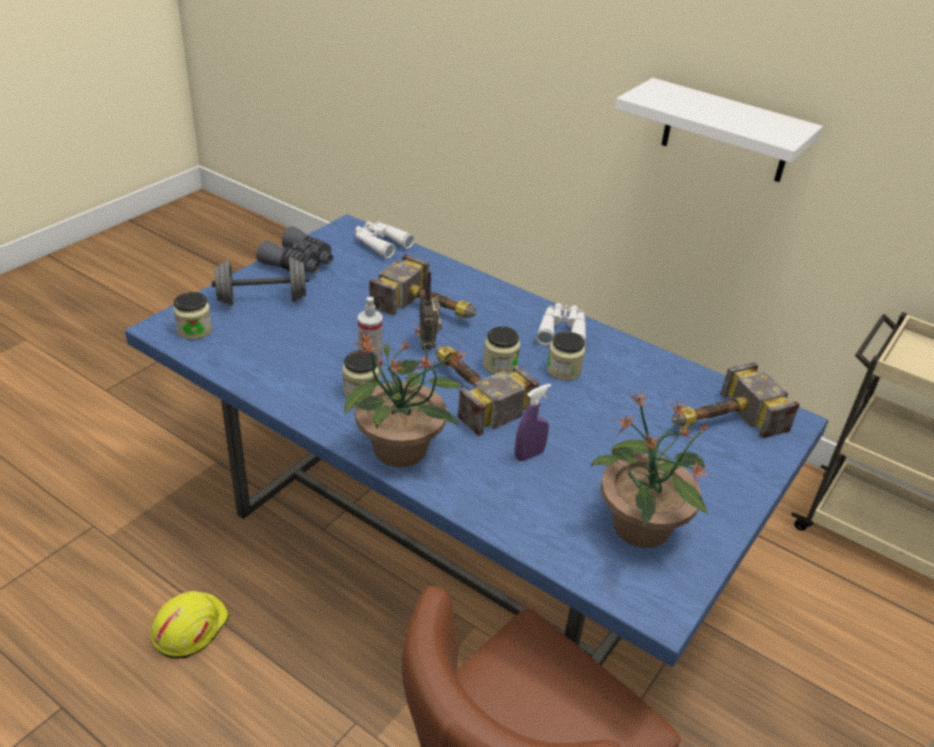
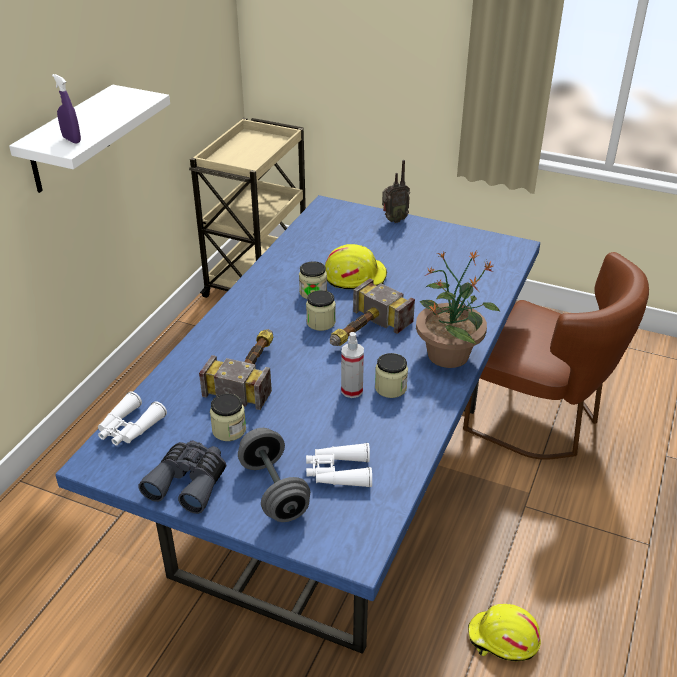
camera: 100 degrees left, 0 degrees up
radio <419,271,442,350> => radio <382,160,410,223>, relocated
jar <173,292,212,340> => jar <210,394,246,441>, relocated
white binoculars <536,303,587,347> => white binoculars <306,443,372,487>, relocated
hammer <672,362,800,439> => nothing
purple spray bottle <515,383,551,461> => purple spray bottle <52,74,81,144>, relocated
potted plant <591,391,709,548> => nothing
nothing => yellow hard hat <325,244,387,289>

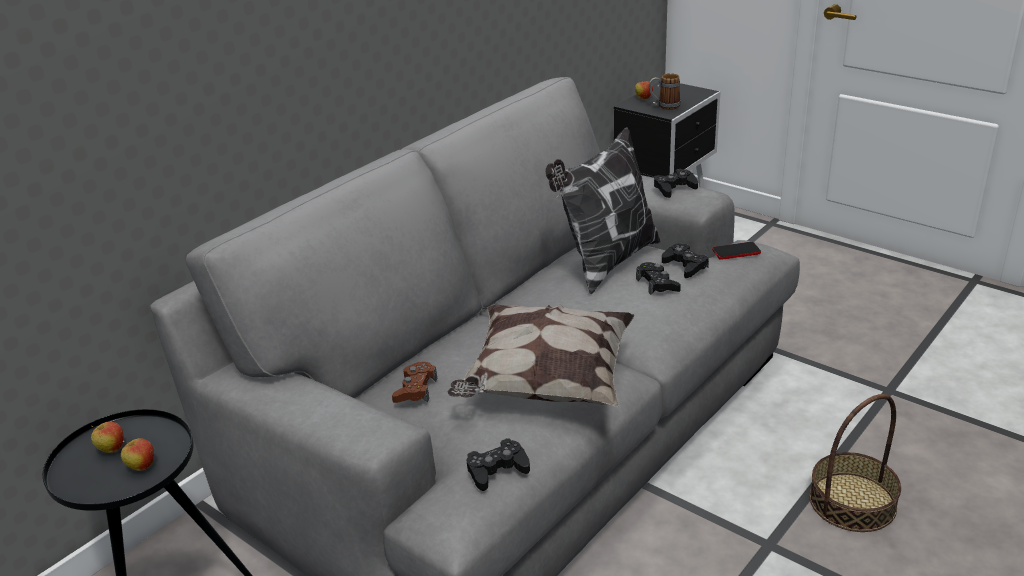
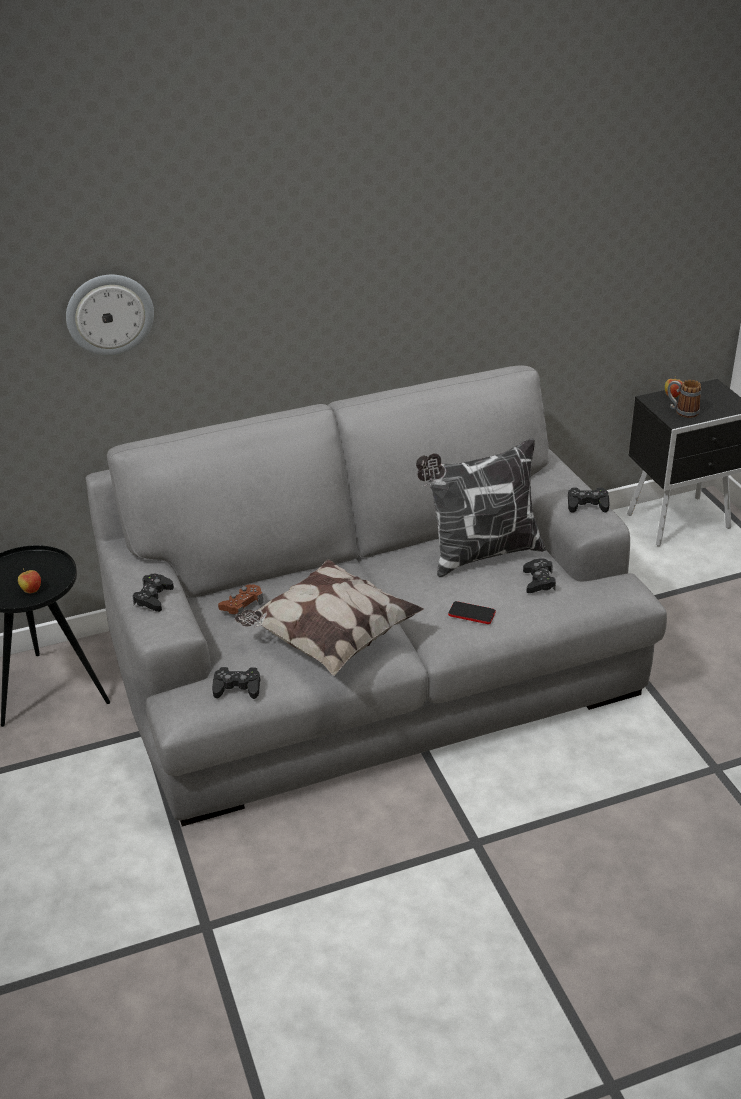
camera: 30 degrees right, 5 degrees up
phone <712,242,761,260> => phone <448,601,496,624>, relocated
black game controller <636,262,681,295> => black game controller <132,574,174,612>, relocated
basket <809,394,901,532> => nothing
apple <91,422,124,453> => nothing
nothing => wall clock <66,275,154,356>

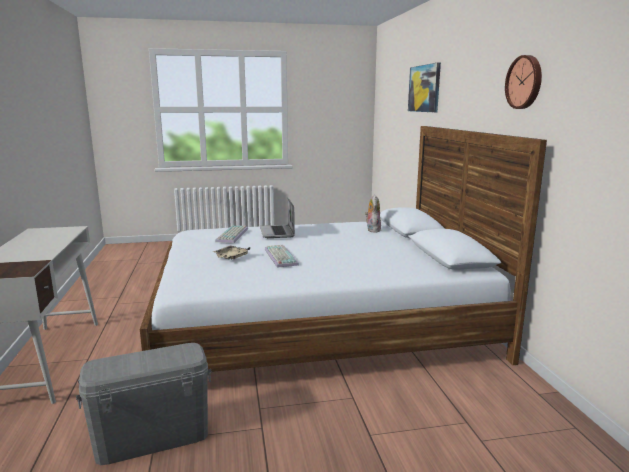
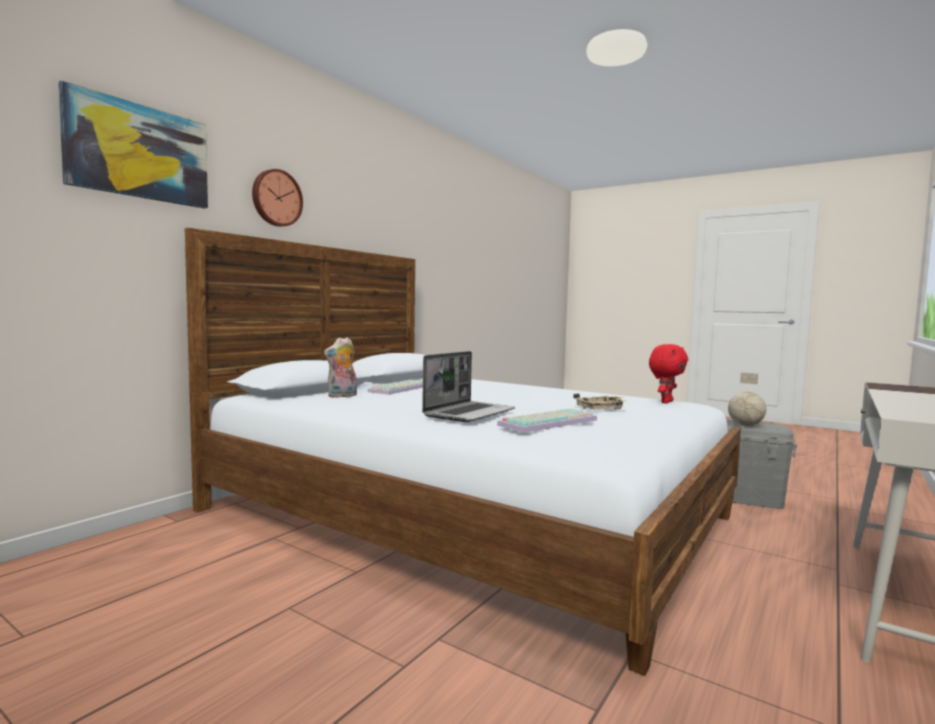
camera: 135 degrees left, 10 degrees down
wall clock <505,55,542,109> => wall clock <252,169,303,227>, relocated
keyboard <265,245,299,268> => keyboard <367,379,423,395>, relocated
nothing => red plush toy <649,344,688,403>
nothing => globe <728,372,766,426>

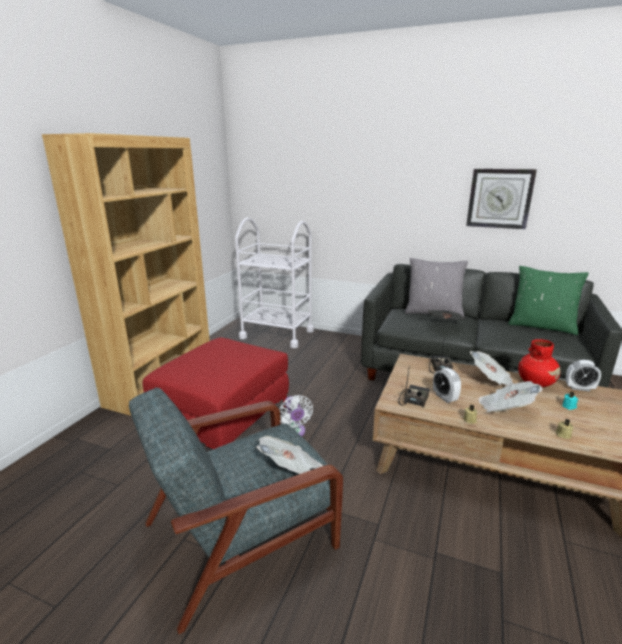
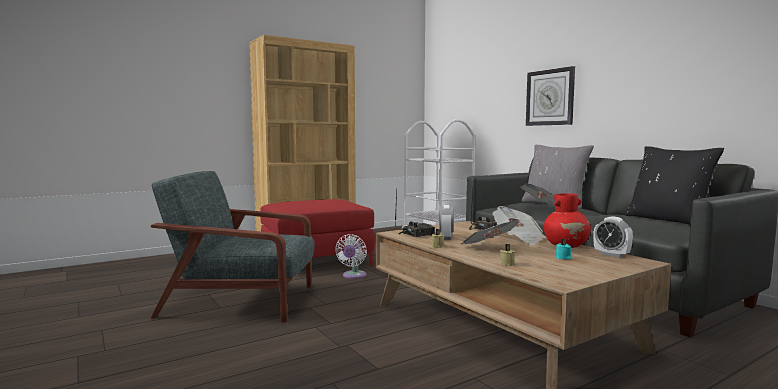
camera: 35 degrees right, 15 degrees down
wall clock <466,169,537,229> => wall clock <526,66,575,126>, relocated
green pillow <508,266,589,335> => black pillow <625,146,724,225>
newspaper <256,436,323,474> => nothing

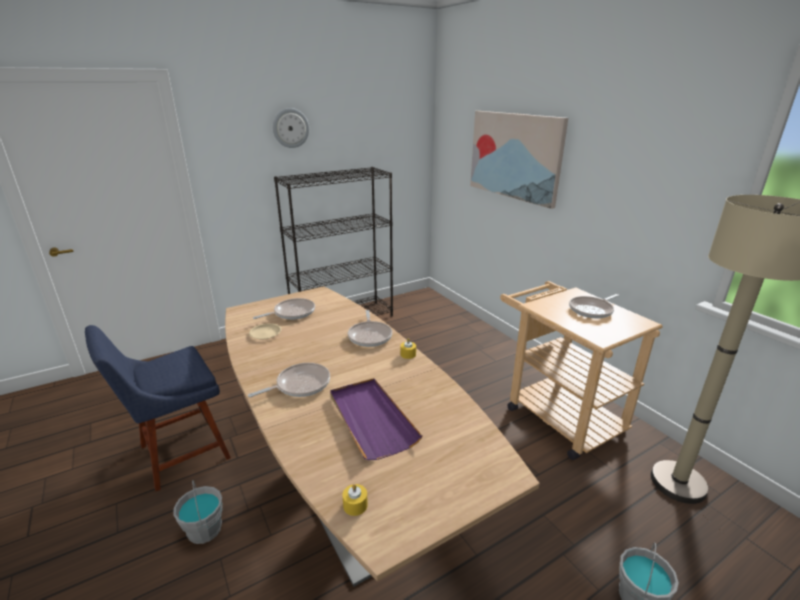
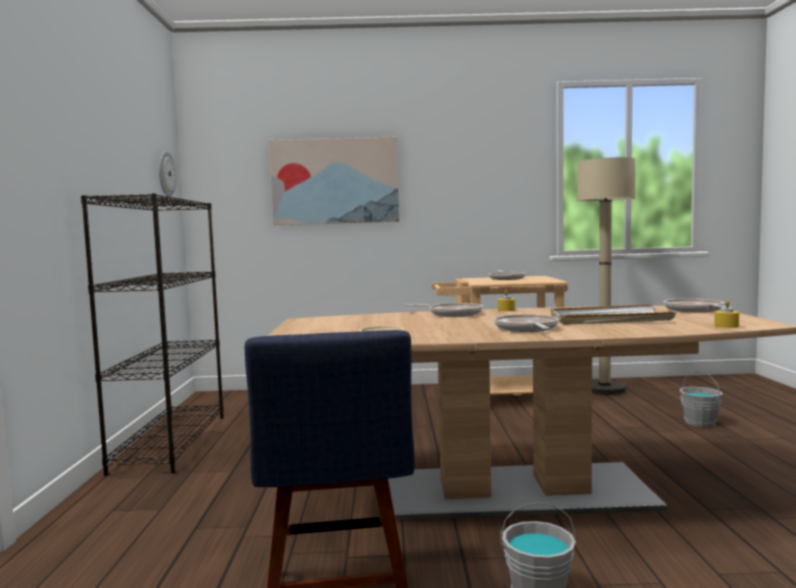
camera: 60 degrees left, 20 degrees down
wall clock <273,108,309,148> => wall clock <159,151,176,197>, relocated
frying pan <253,298,315,320> => frying pan <664,298,733,313>, relocated
purple tray <330,378,422,460> => white tray <551,305,676,325>

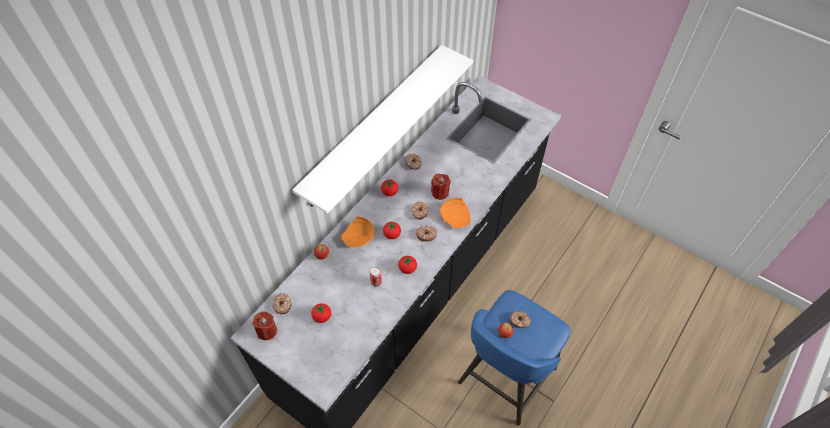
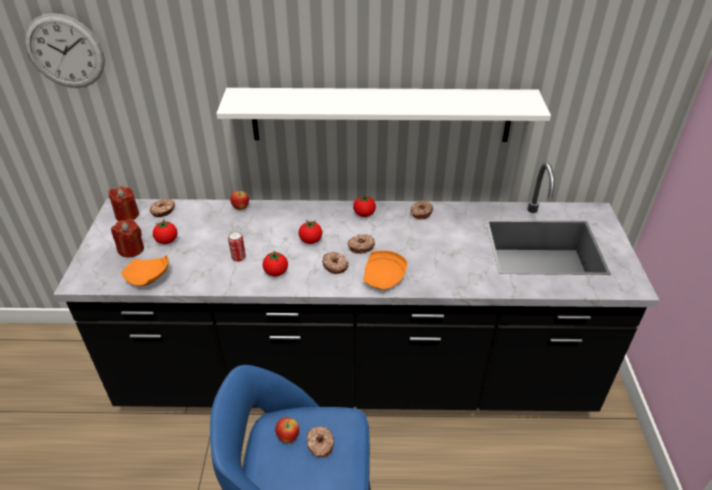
camera: 55 degrees right, 15 degrees down
red candle <431,173,451,200> => red candle <111,219,144,257>, relocated
orange plate <341,217,374,248> => orange plate <122,255,169,286>, relocated
nothing => wall clock <24,13,105,88>

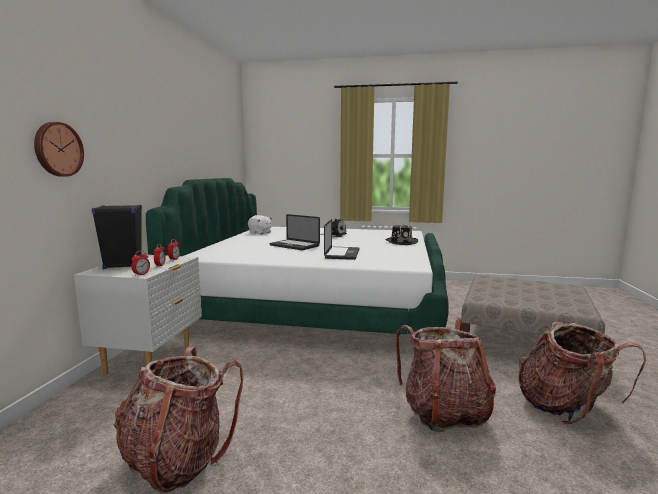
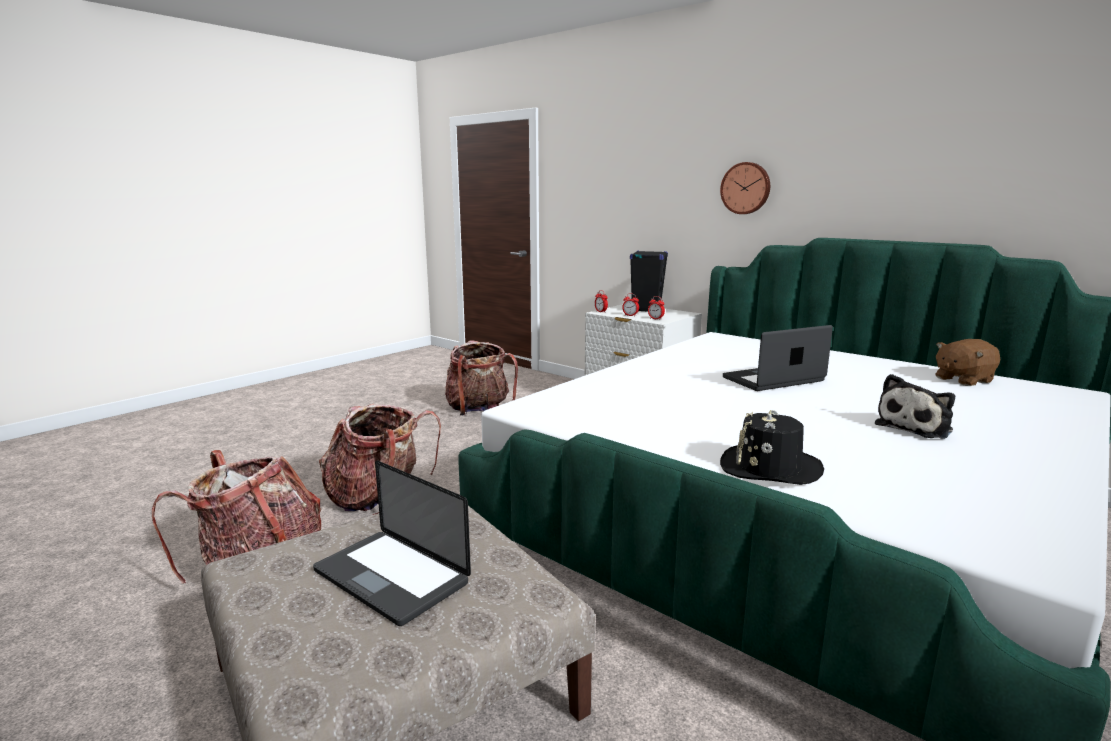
camera: 120 degrees right, 5 degrees up
wall clock <34,122,84,177> => wall clock <720,162,770,214>, relocated
white plush toy <248,215,272,234> => brown plush toy <935,339,1000,386>
laptop <324,219,360,260> => laptop <313,461,471,626>, relocated

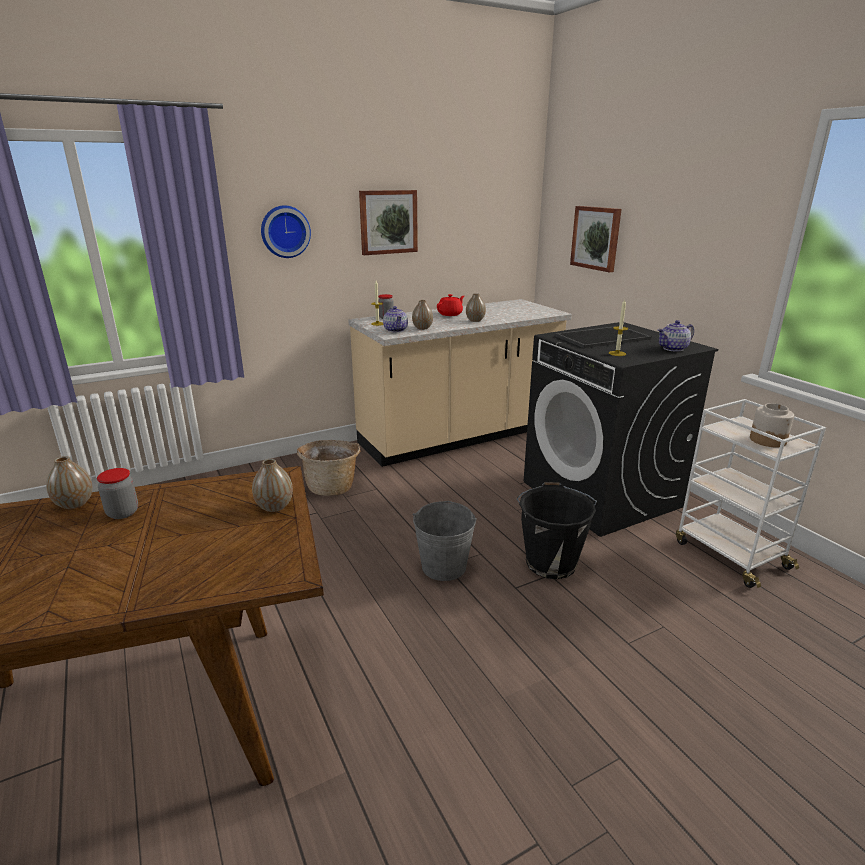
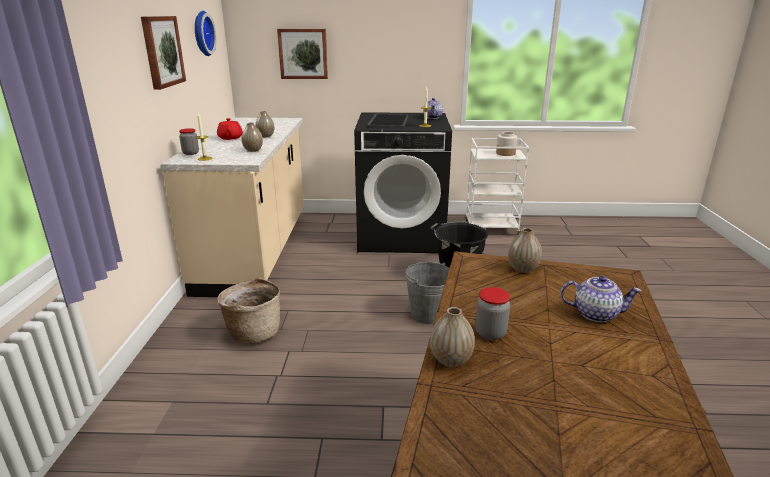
camera: 60 degrees left, 0 degrees up
wall clock <261,205,311,258> => wall clock <195,11,216,56>, relocated
teapot <383,306,408,332> => teapot <560,276,642,322>, relocated

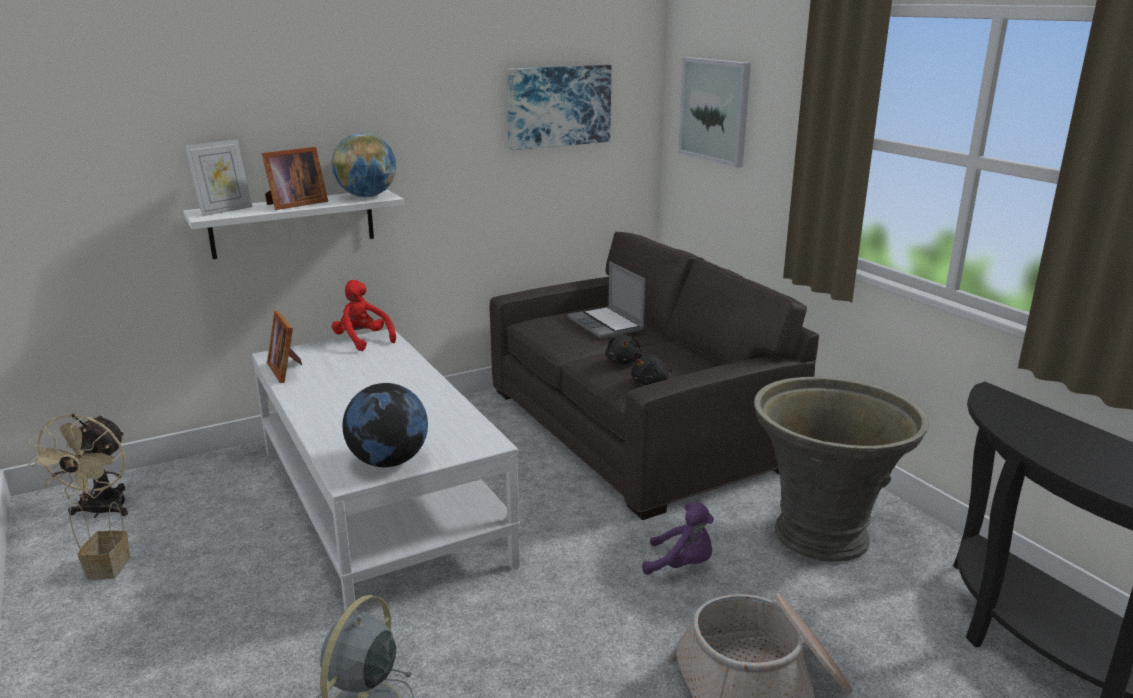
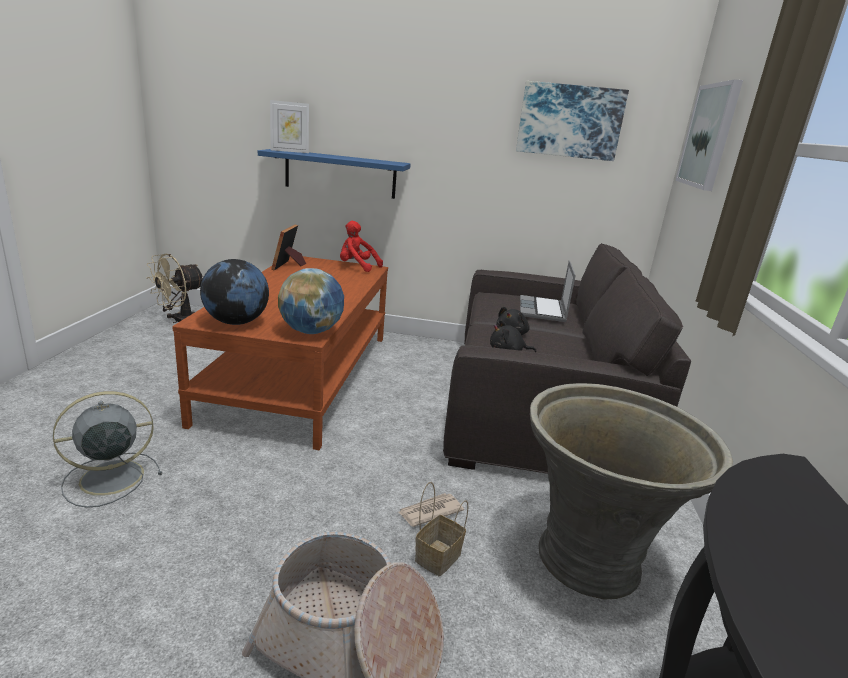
camera: 35 degrees right, 0 degrees up
globe <332,133,396,197> => globe <278,268,344,334>, relocated
picture frame <262,147,328,210> => nothing
white shelf <183,189,404,259> => blue shelf <258,149,411,199>
red plush toy <332,280,396,351> => red plush toy <340,221,383,272>, 60 degrees counterclockwise
white coffee table <251,329,520,616> => brown coffee table <172,256,388,450>
basket <70,502,131,579> => basket <415,482,468,576>, relocated
purple plush toy <642,502,714,575> => newspaper <398,493,464,527>

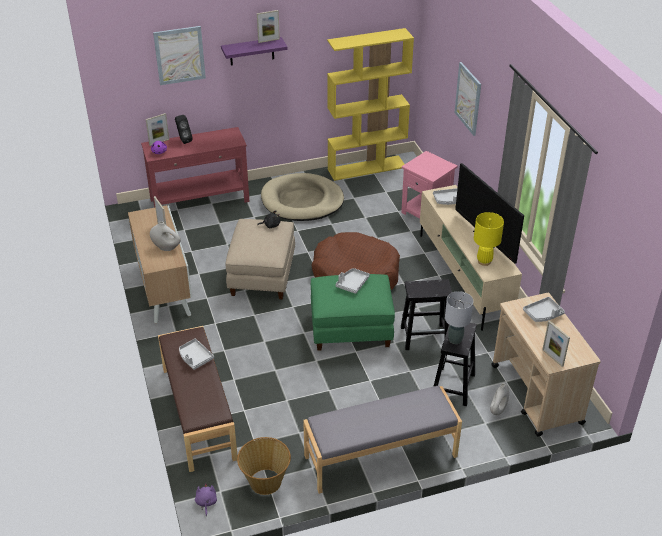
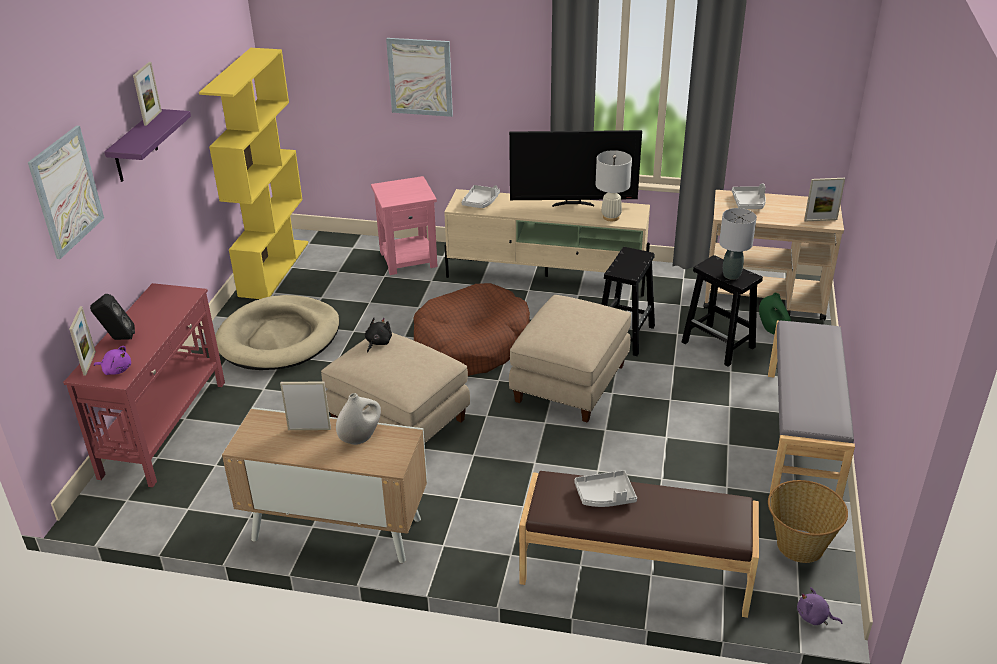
camera: 60 degrees left, 5 degrees down
yellow table lamp <474,212,504,266> => white table lamp <595,150,632,221>
grey tray <336,268,370,294> => nothing
green ottoman <311,274,395,351> => beige ottoman <509,295,631,423>
white vase <490,383,509,415> => green vase <759,293,791,335>

